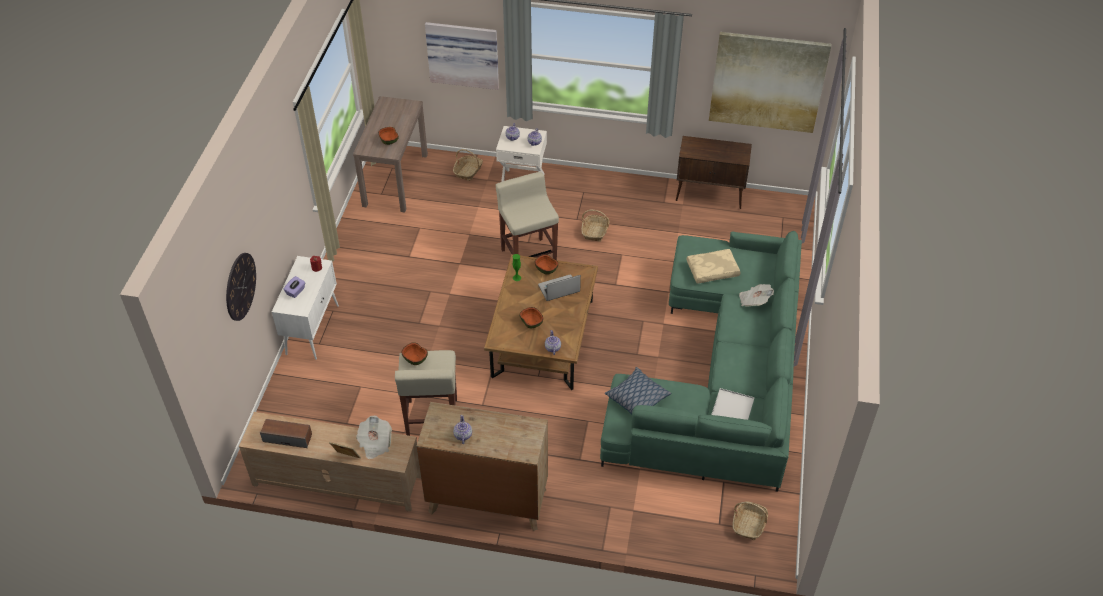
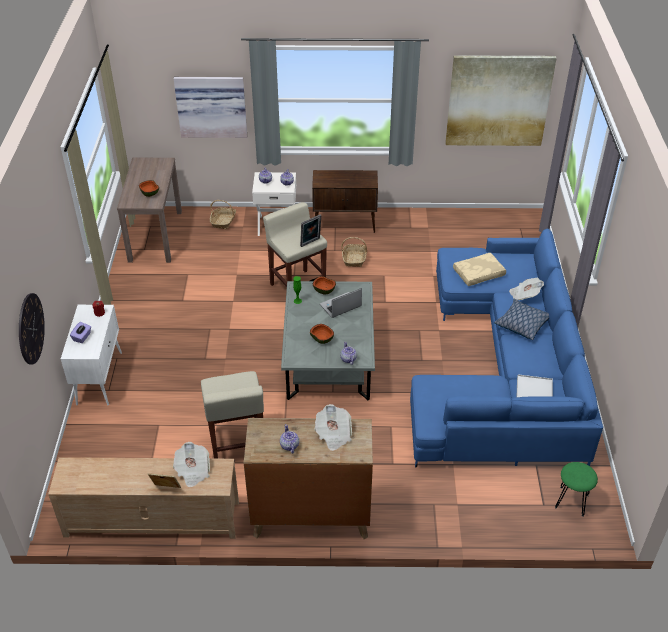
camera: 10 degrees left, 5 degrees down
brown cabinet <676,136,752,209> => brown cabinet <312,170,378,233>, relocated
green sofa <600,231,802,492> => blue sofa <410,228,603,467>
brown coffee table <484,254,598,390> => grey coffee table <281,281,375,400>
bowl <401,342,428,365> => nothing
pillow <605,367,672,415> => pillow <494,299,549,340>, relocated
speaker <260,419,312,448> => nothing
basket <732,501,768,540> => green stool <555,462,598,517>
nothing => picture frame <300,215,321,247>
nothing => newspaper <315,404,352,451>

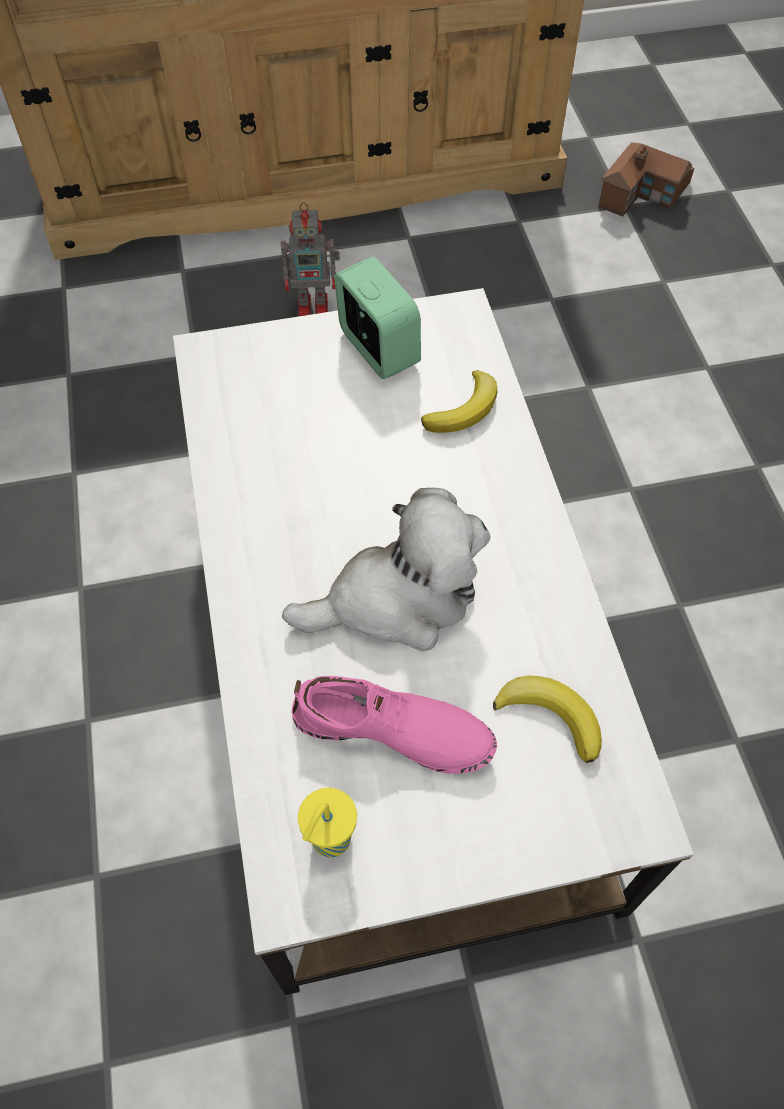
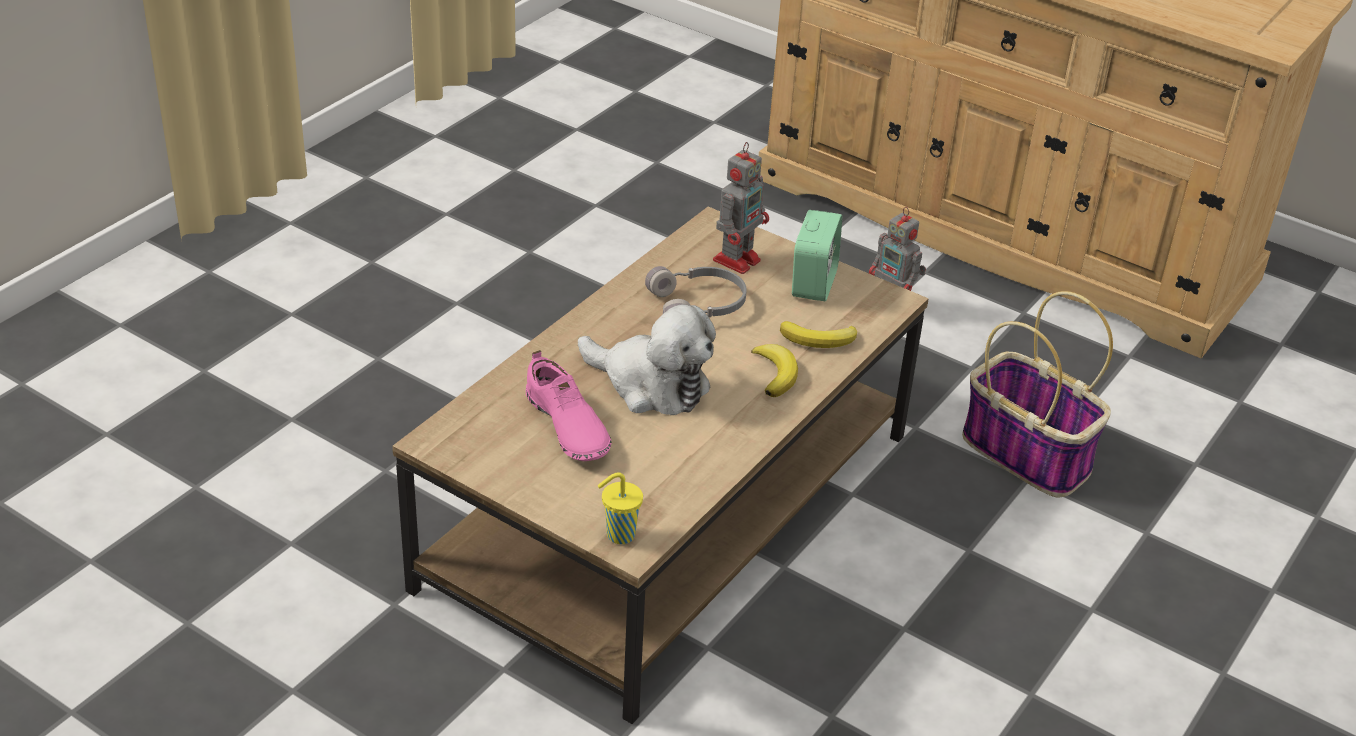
camera: 45 degrees right, 20 degrees down
toy house <598,142,694,217> => nothing
white coffee table <173,288,694,995> => brown coffee table <393,207,928,724>
banana <493,676,602,763> => banana <751,344,798,397>, relocated
yellow cup <298,788,357,858> => yellow cup <598,472,643,544>, relocated
nothing => toy robot <713,142,769,274>
nothing => grey headphones <645,266,747,317>
nothing => basket <962,291,1113,497>

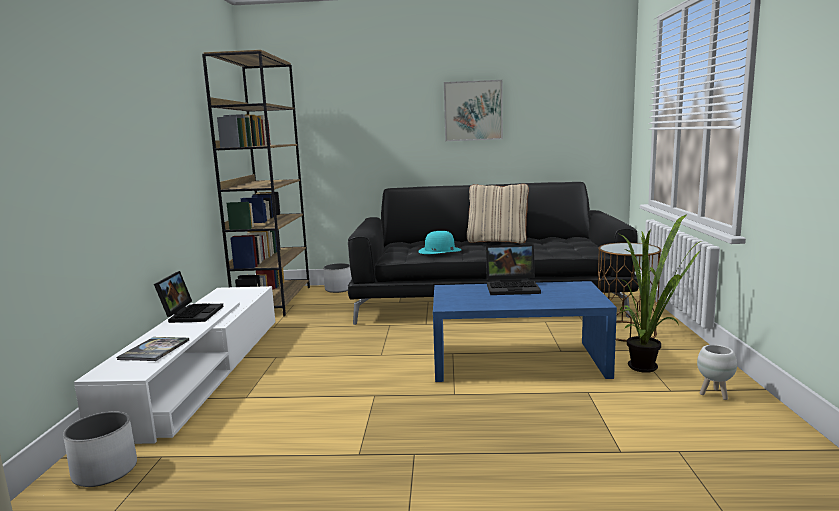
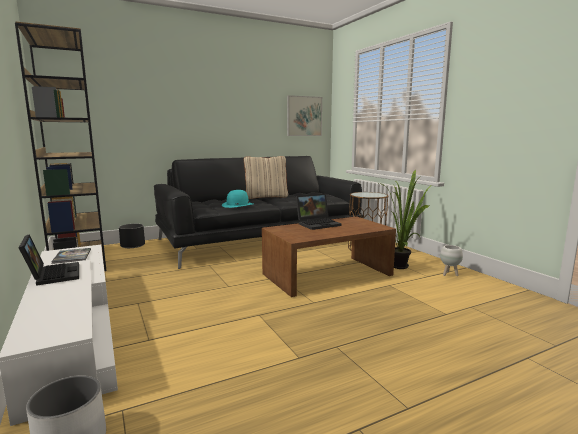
camera: 30 degrees left, 0 degrees up
picture <444,80,503,141> => picture <287,95,322,136>, relocated
white planter <323,263,352,293> => black planter <119,224,145,248>
blue coffee table <433,281,617,382> => brown coffee table <262,216,396,297>
book <117,337,189,361> => book <51,248,91,264>, relocated

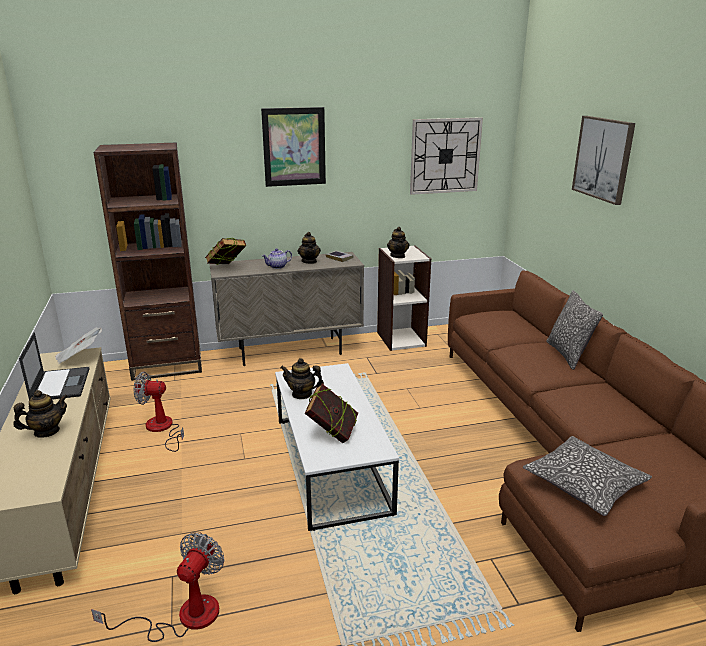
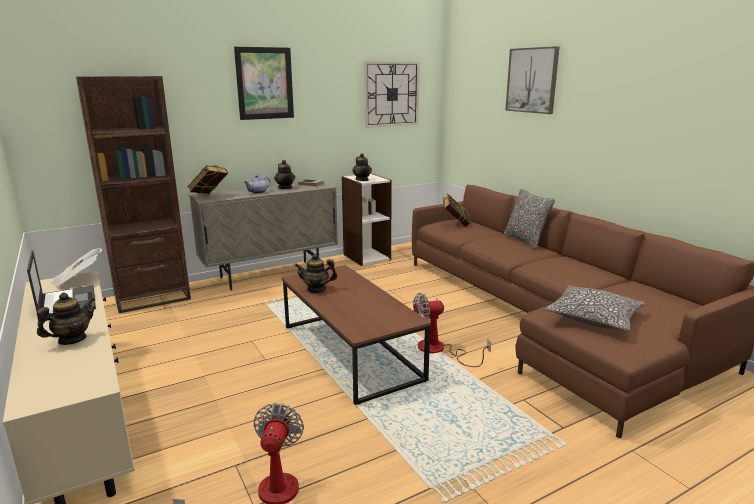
camera: 15 degrees left, 5 degrees down
white coffee table <275,363,399,531> => brown coffee table <282,265,431,405>
fan <134,372,184,452> => fan <413,293,491,367>, relocated
book <305,384,358,443> => book <443,193,470,227>, relocated

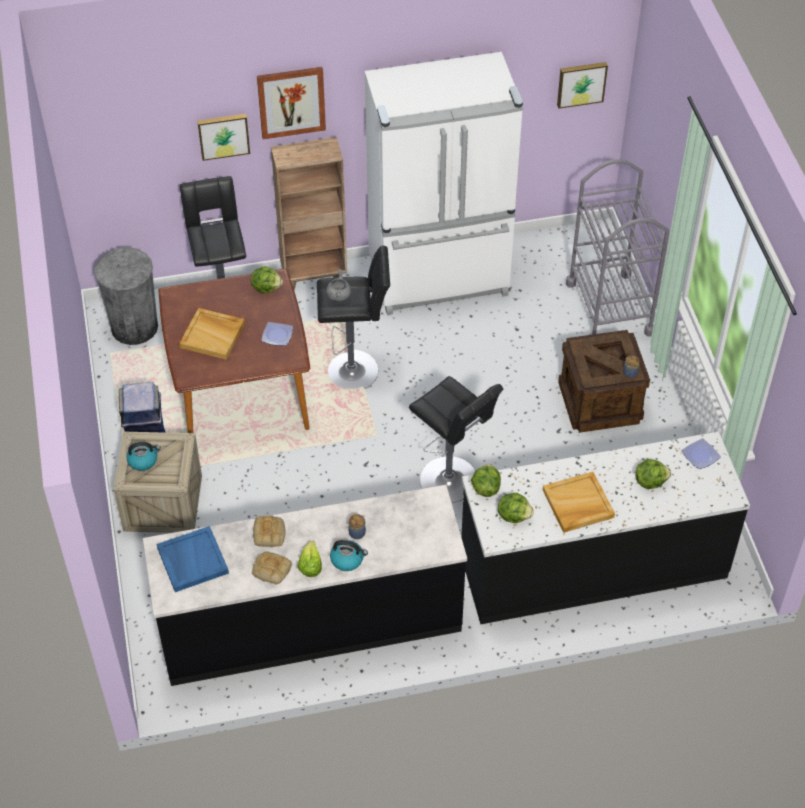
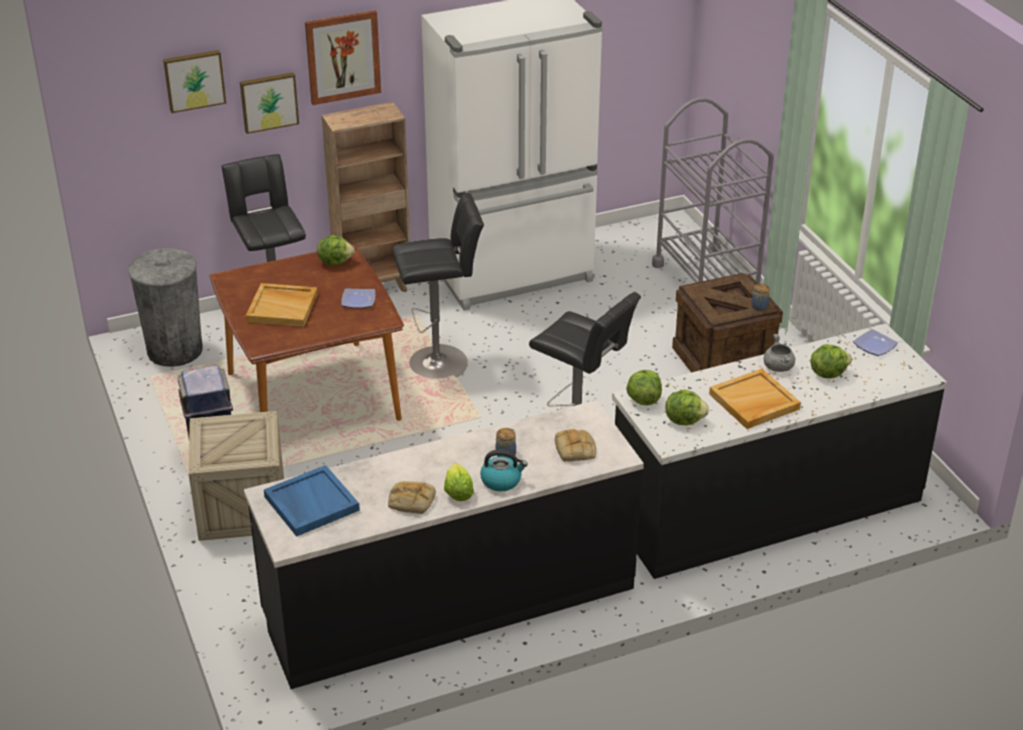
camera: 10 degrees left, 15 degrees down
picture <557,62,608,109> => picture <163,50,226,113>, relocated
grey cooking pot <326,269,351,301> => grey cooking pot <763,334,795,372>, relocated
kettle <127,442,161,471> => nothing
bread <253,516,286,547> => bread <555,429,596,462>, relocated

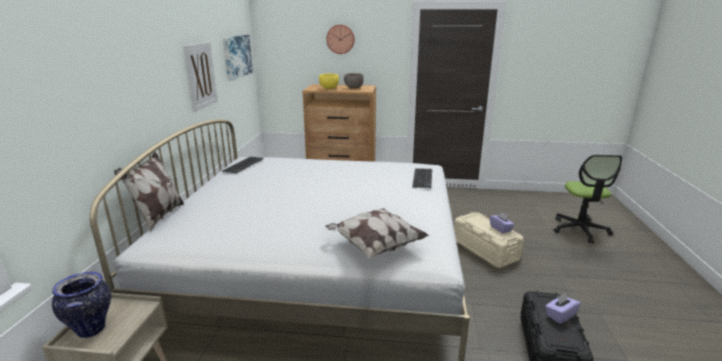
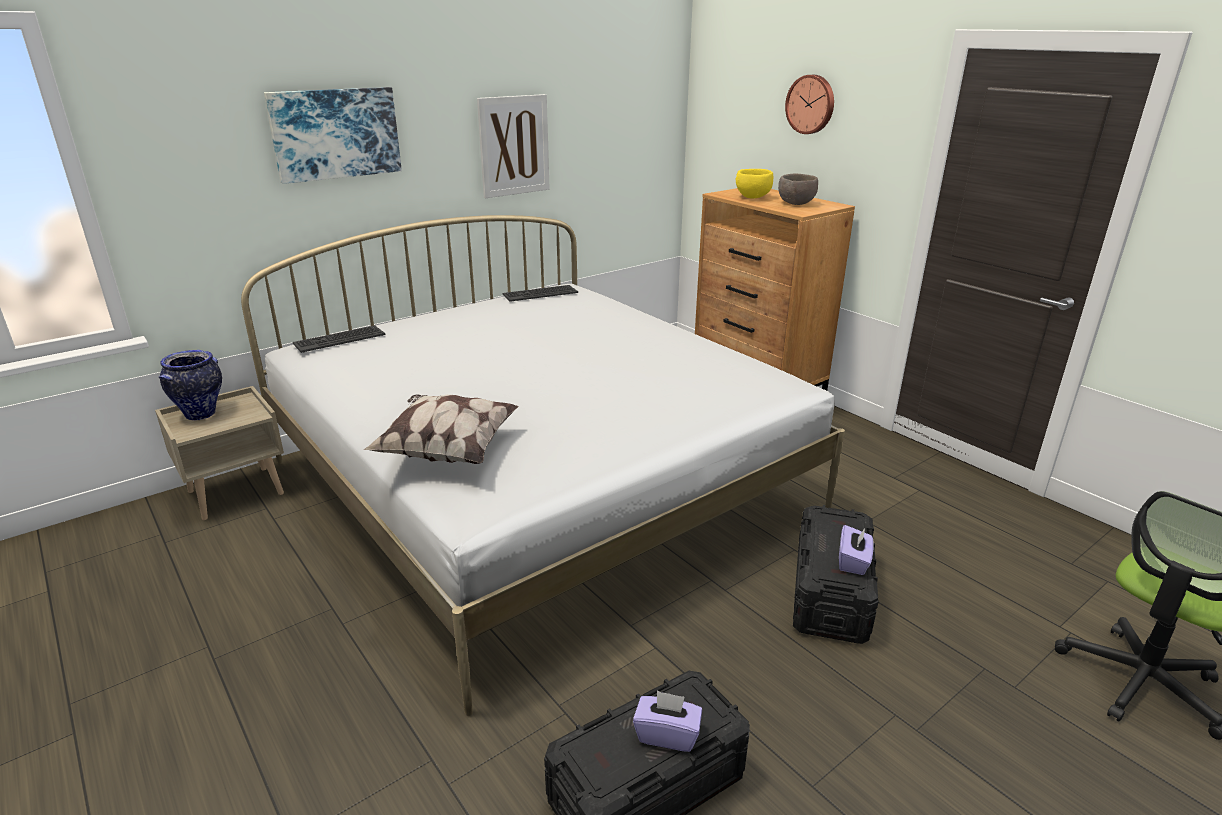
camera: 45 degrees right, 5 degrees up
picture <223,35,253,81> => picture <264,87,402,184>, relocated
pillow <114,152,184,232> => nothing
keyboard <412,168,432,188> => keyboard <293,325,386,353>, relocated
beige storage box <454,212,524,268> => black storage box <793,505,879,644>

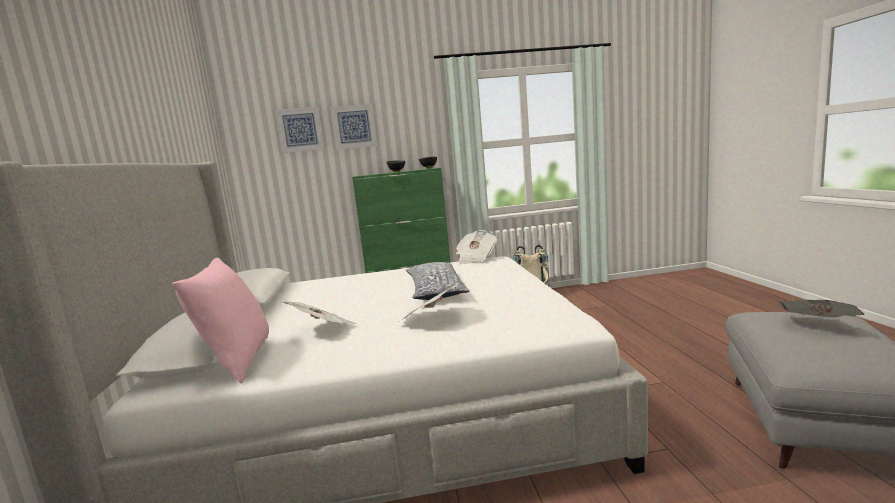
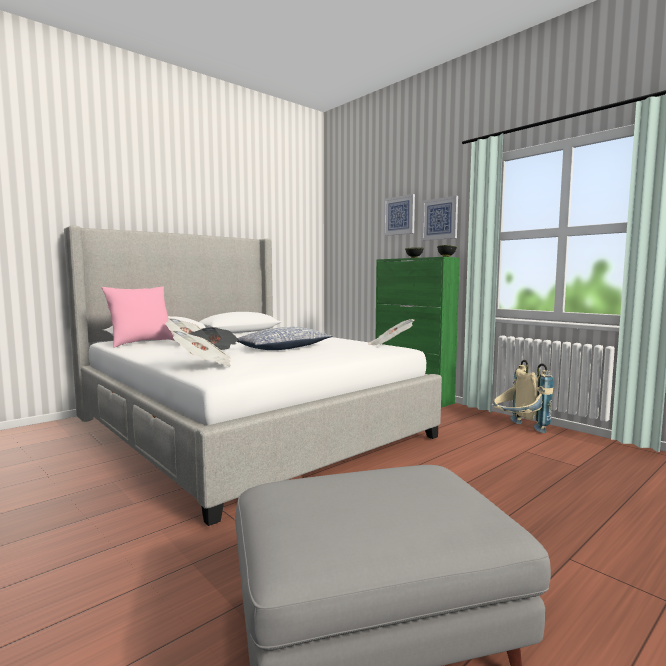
camera: 55 degrees right, 5 degrees down
picture <275,106,325,153> => picture <422,196,458,241>, relocated
newspaper <778,300,864,317> => newspaper <172,330,231,366>, relocated

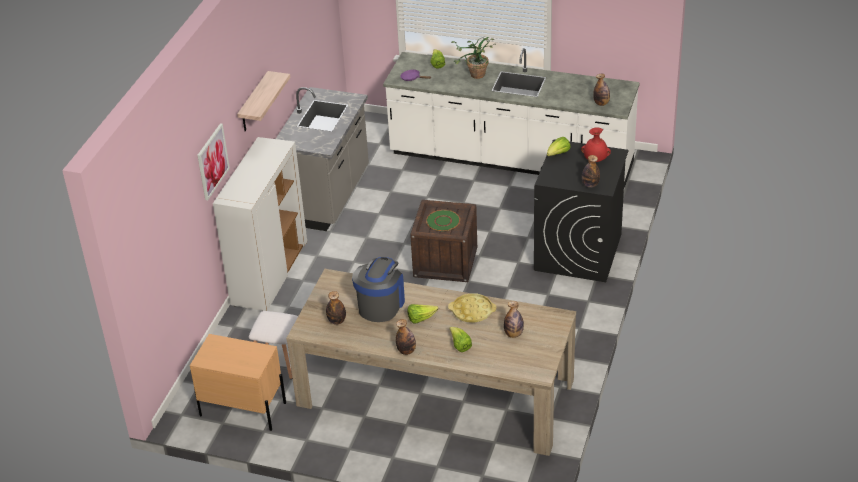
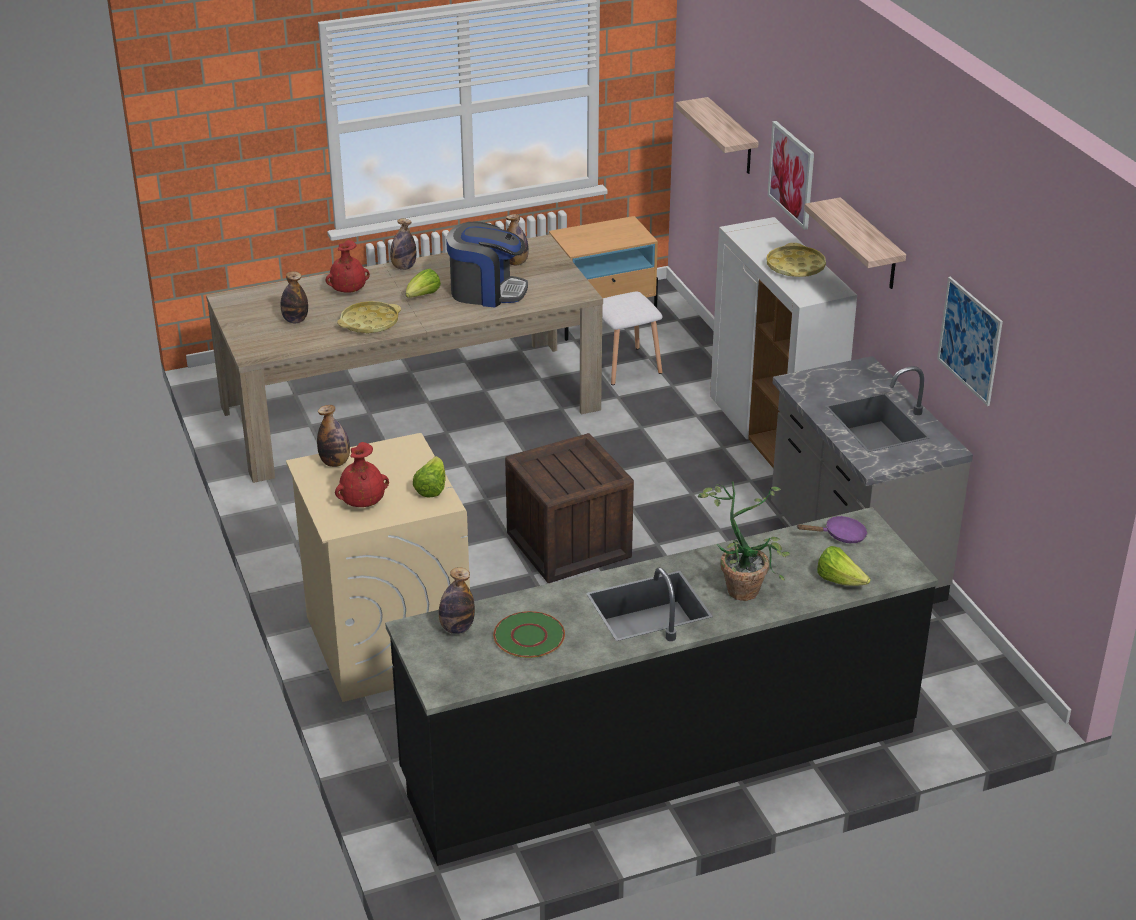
camera: 140 degrees right, 5 degrees down
white counter <383,48,640,188> => black counter <385,507,938,866>
black washing machine <534,139,629,282> => beige washing machine <286,433,470,702>
green plate <426,210,460,231> => green plate <493,611,565,658>, relocated
coffee machine <352,257,405,322> => coffee machine <446,222,528,308>, 60 degrees counterclockwise
lettuce <449,327,472,352> => red vase <326,240,370,293>
nothing => shelf <676,97,759,174>
nothing => yellow tray <766,243,826,277>
nothing => picture <937,277,1003,406>

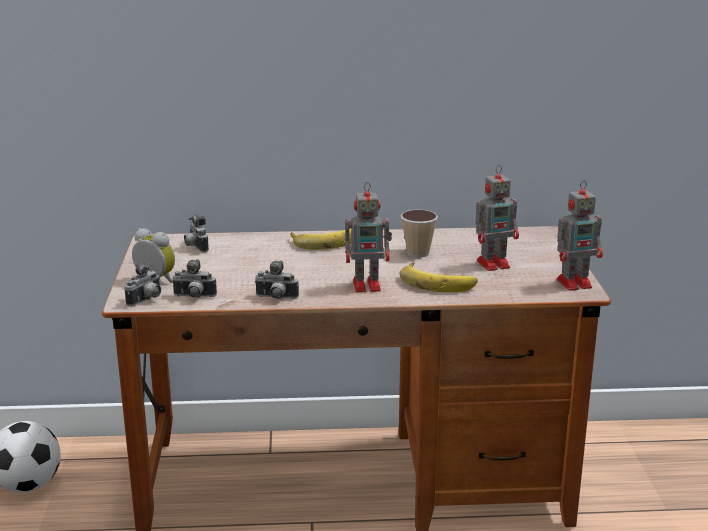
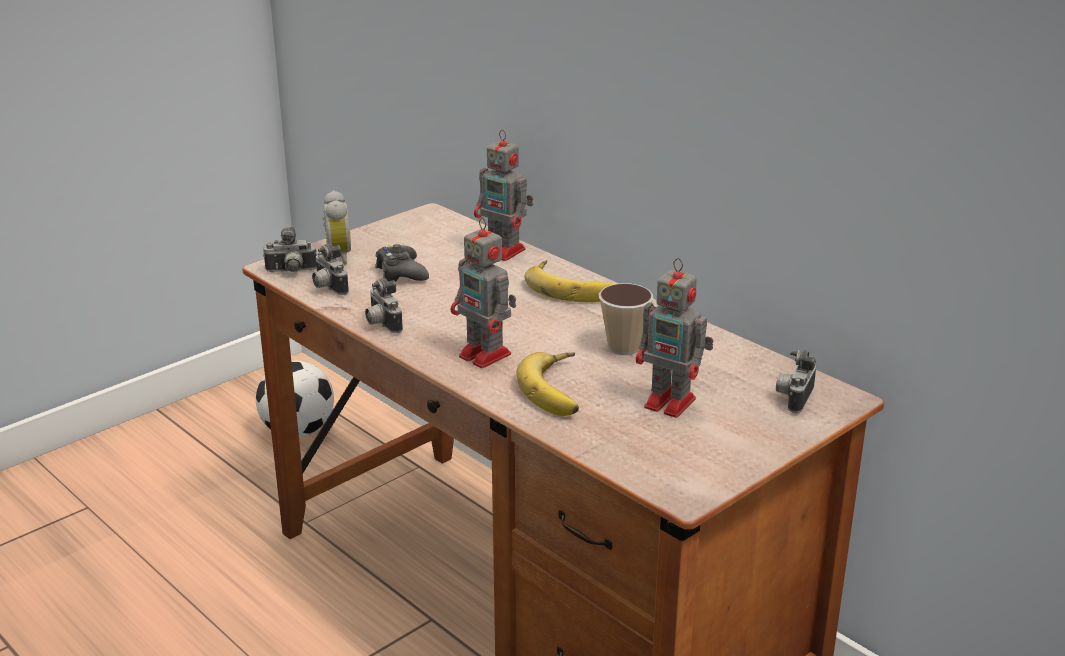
camera: 50 degrees right, 5 degrees up
toy robot <557,180,603,291> => toy robot <474,129,533,261>, relocated
photo camera <184,214,209,252> => photo camera <776,350,816,413>, relocated
nothing => black game controller <375,244,429,282>

